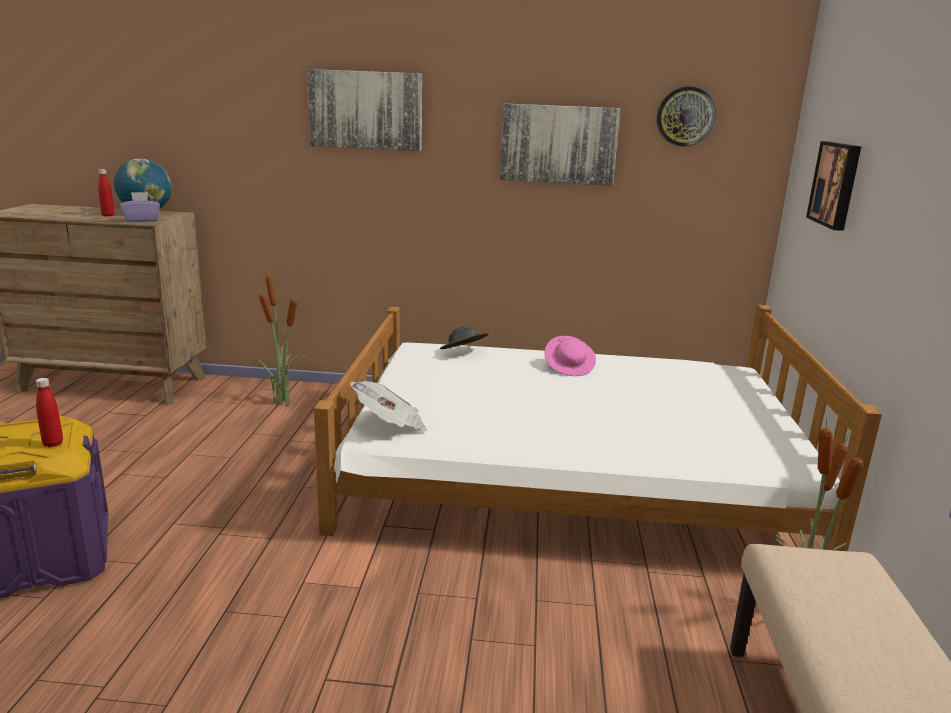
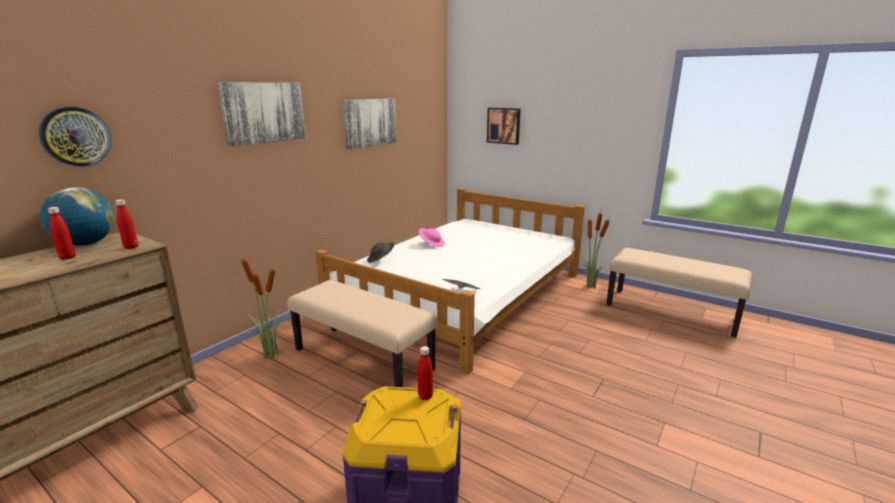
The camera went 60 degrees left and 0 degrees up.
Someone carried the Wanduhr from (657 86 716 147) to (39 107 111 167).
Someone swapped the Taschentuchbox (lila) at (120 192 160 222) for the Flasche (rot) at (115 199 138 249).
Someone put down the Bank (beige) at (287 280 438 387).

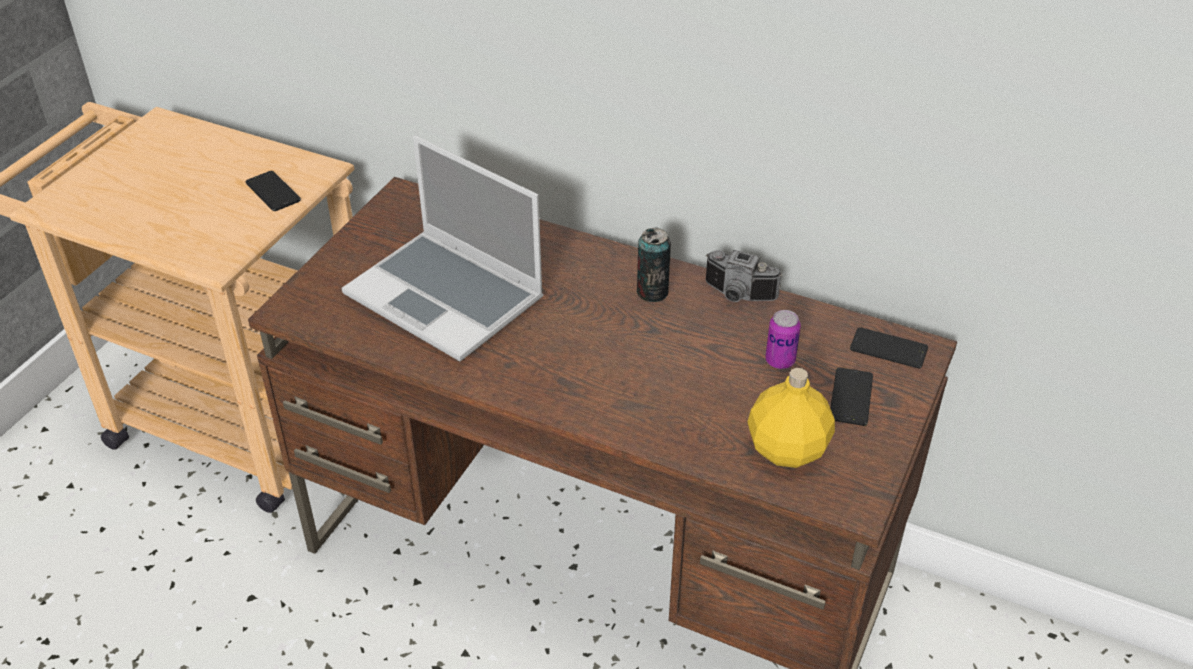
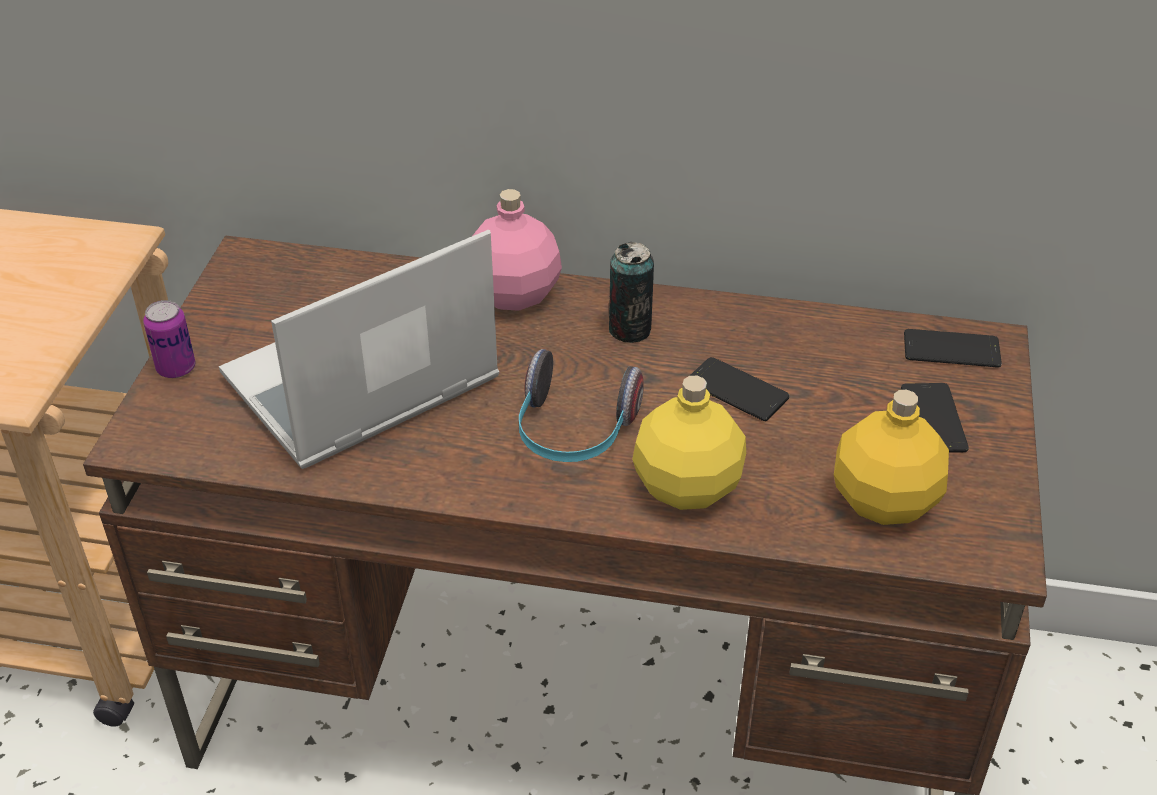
The camera went 15 degrees left and 0 degrees up.
Someone carried the Dose from (765 310 801 369) to (143 300 196 378).
Someone rotated the Laptop at (342 135 544 362) by 120 degrees clockwise.
Someone put down the Flasche (rosa) at (473 189 562 311).
Someone put down the Kopfhörer at (519 349 644 462).
Someone put down the Flasche (gelb) at (632 376 746 510).
Someone carried the Handy from (245 171 301 211) to (690 357 789 421).
Someone took away the Kamera at (706 250 783 302).

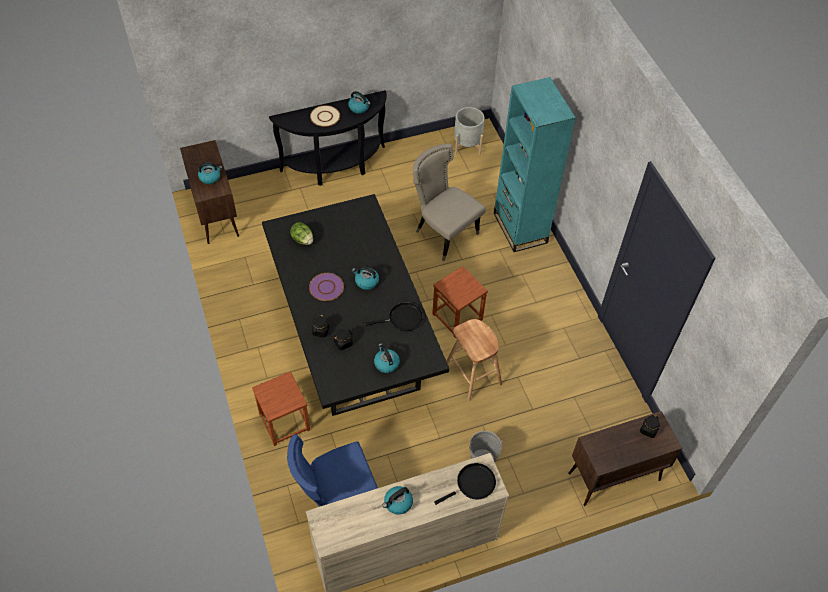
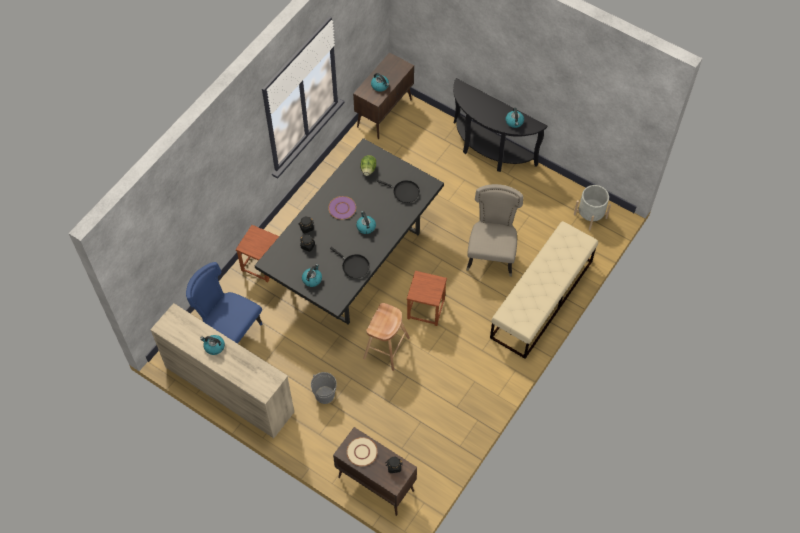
The camera went 55 degrees right and 5 degrees up.
Someone carried the Teller (beige) from (310 105 340 127) to (347 437 378 466).
Someone carried the Pfanne (schwarz) from (434 463 496 505) to (376 180 420 203).
Someone swapped the Bücherregal (türkis) at (494 77 576 252) for the Bank (beige) at (490 221 598 359).

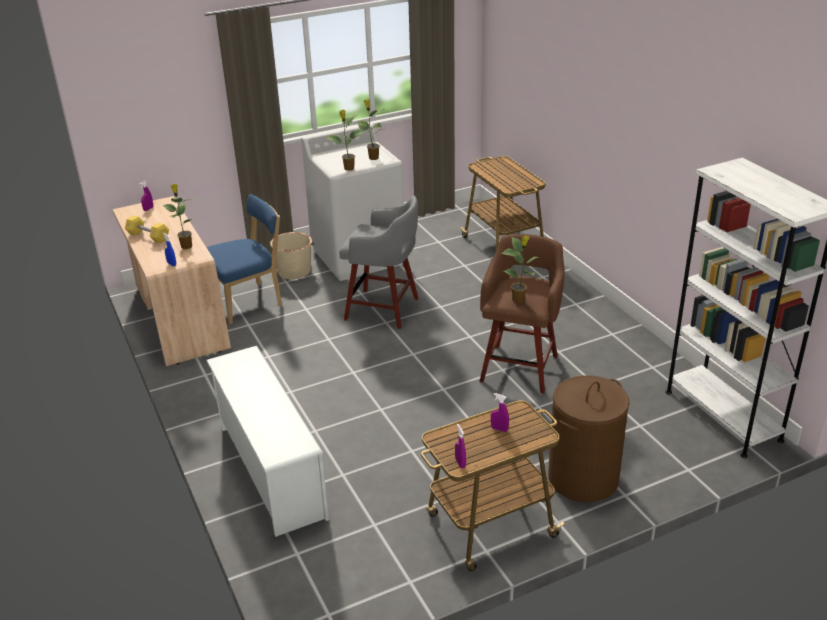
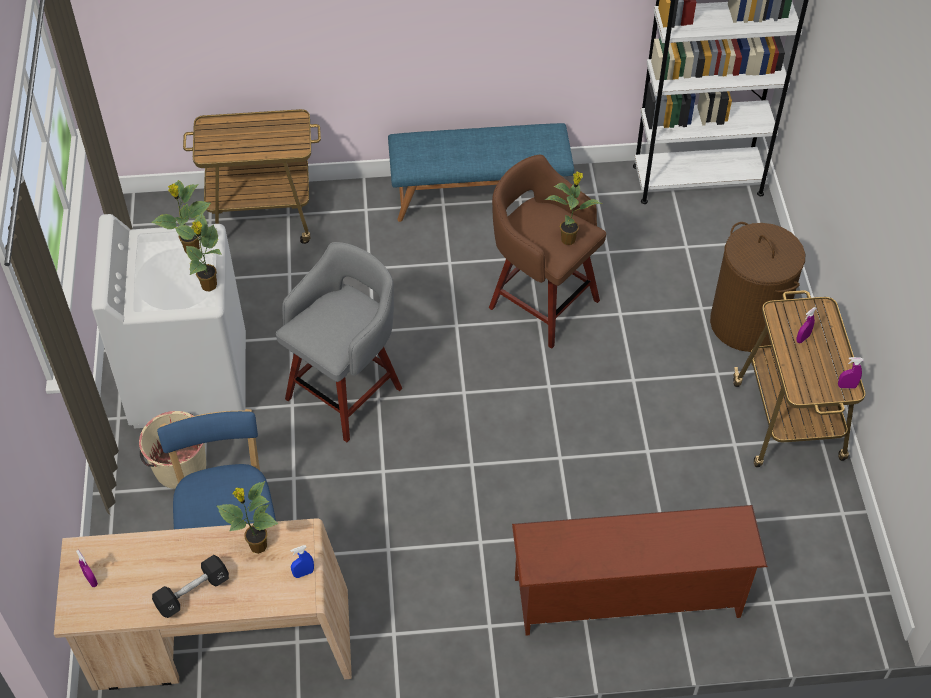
The camera went 70 degrees left and 20 degrees up.
Someone repainted the Hantel (gelb) at (125 215 169 243), which became the Hantel (schwarz) at (152 555 229 618).
Someone put down the Bank (blau) at (388 123 574 222).
Someone repainted the Schuhregal (weiß) at (206 346 329 537), which became the Schuhregal (braun) at (512 505 768 636).

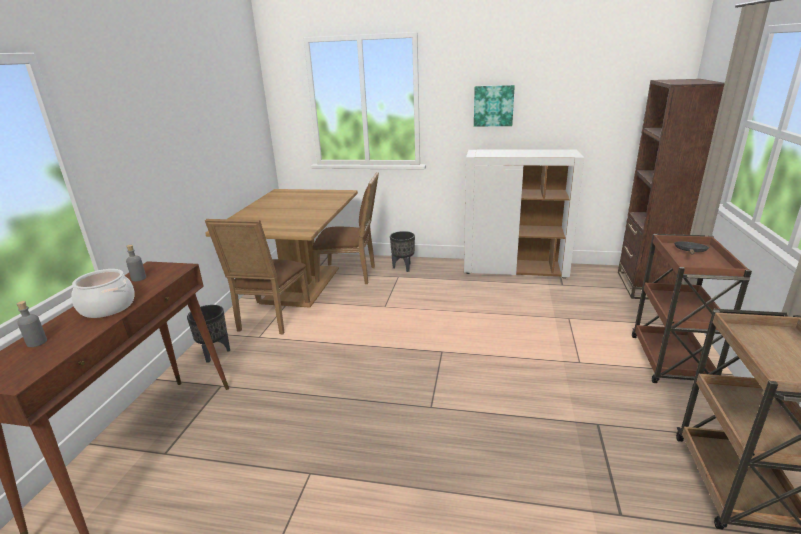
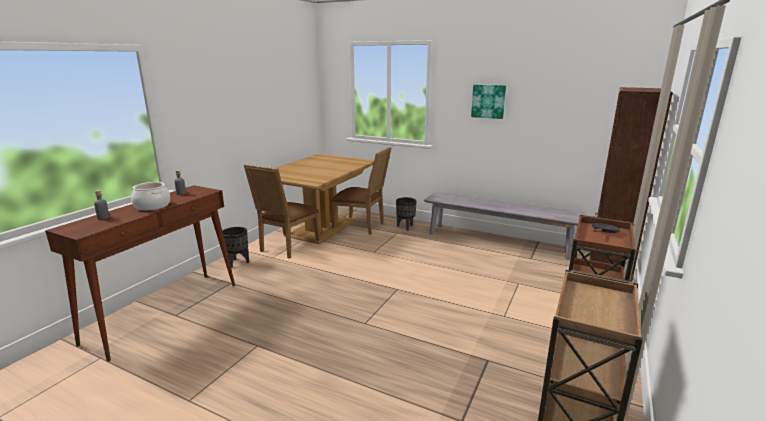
The camera went 15 degrees right and 5 degrees down.
Someone swapped the Schrank (weiß) at (464 150 584 279) for the Bank (grau) at (424 192 585 260).

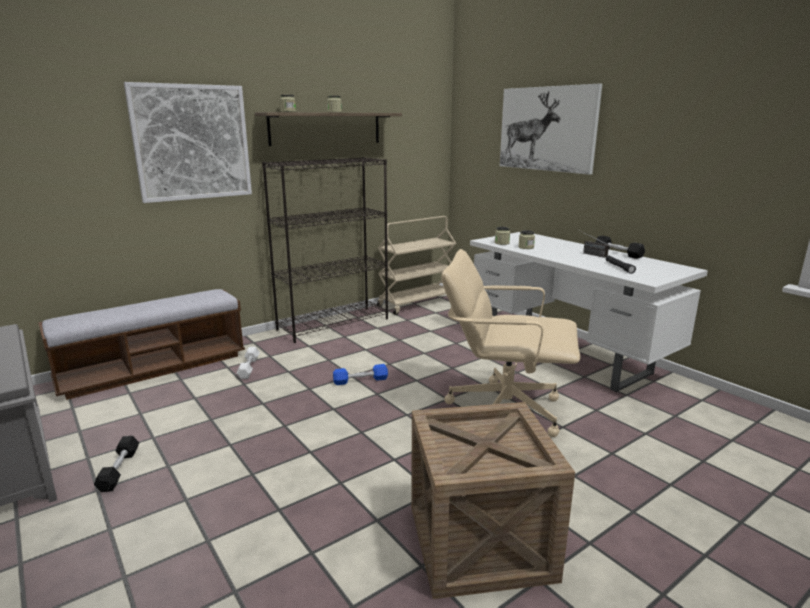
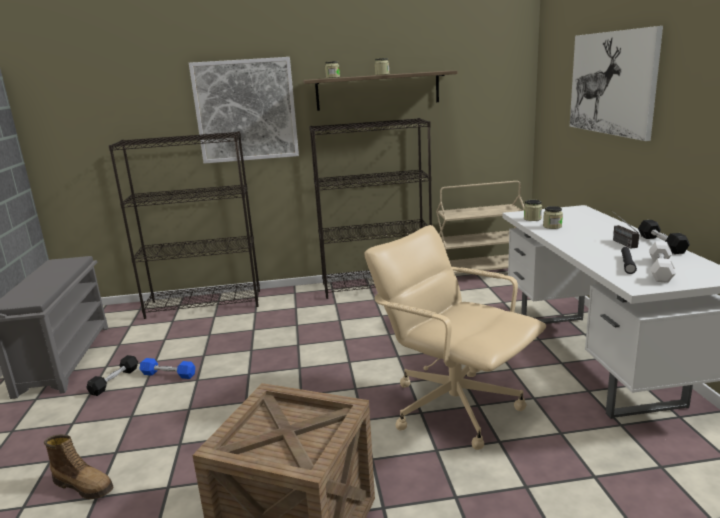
The camera went 30 degrees right and 0 degrees up.
Someone put down the Stiefel at (44 434 113 499).
Someone swapped the Bank at (38 289 245 400) for the Bücherregal (schwarz) at (109 131 260 319).
Someone carried the Hantel (blau) from (333 364 388 385) to (140 358 195 379).
Someone carried the Hantel (weiß) from (236 347 260 379) to (649 241 676 283).

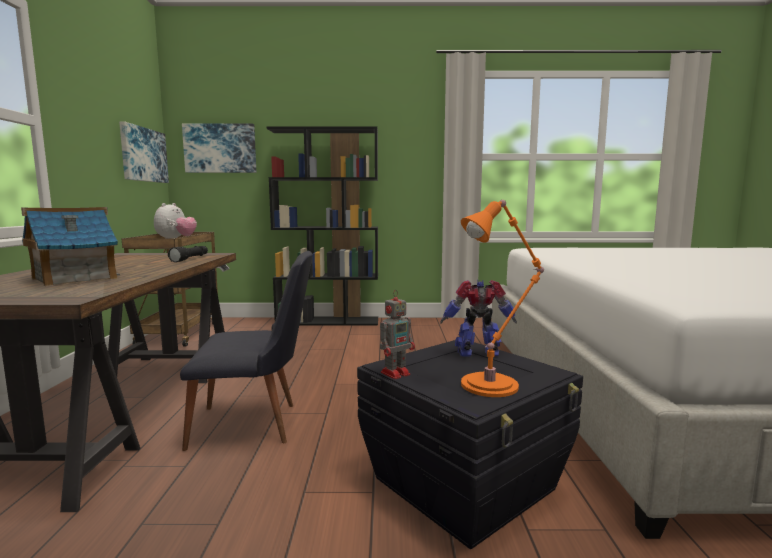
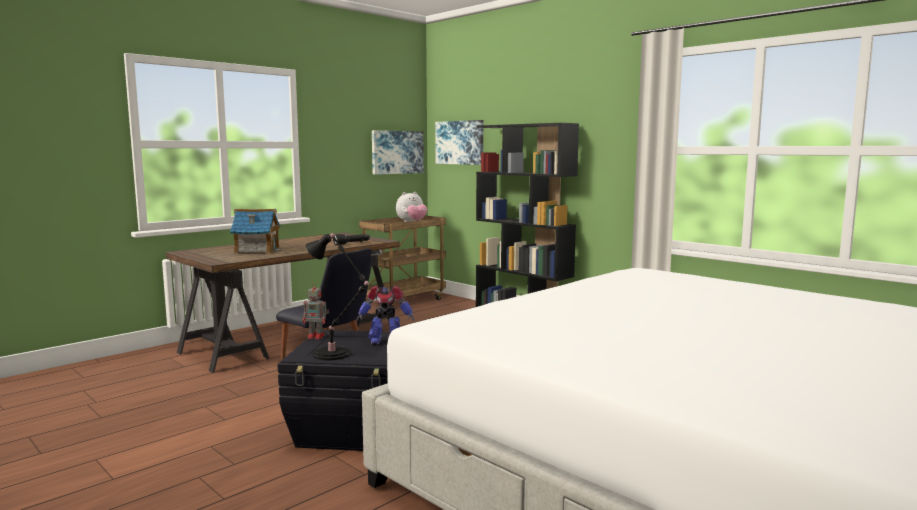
The camera went 45 degrees right and 0 degrees up.
Someone repainted the Tischlampe (orange) at (461 200 544 397), which became the Tischlampe (schwarz) at (306 233 370 360).
Someone rotated the Spielzeugroboter at (440 280 517 356) by 135 degrees clockwise.

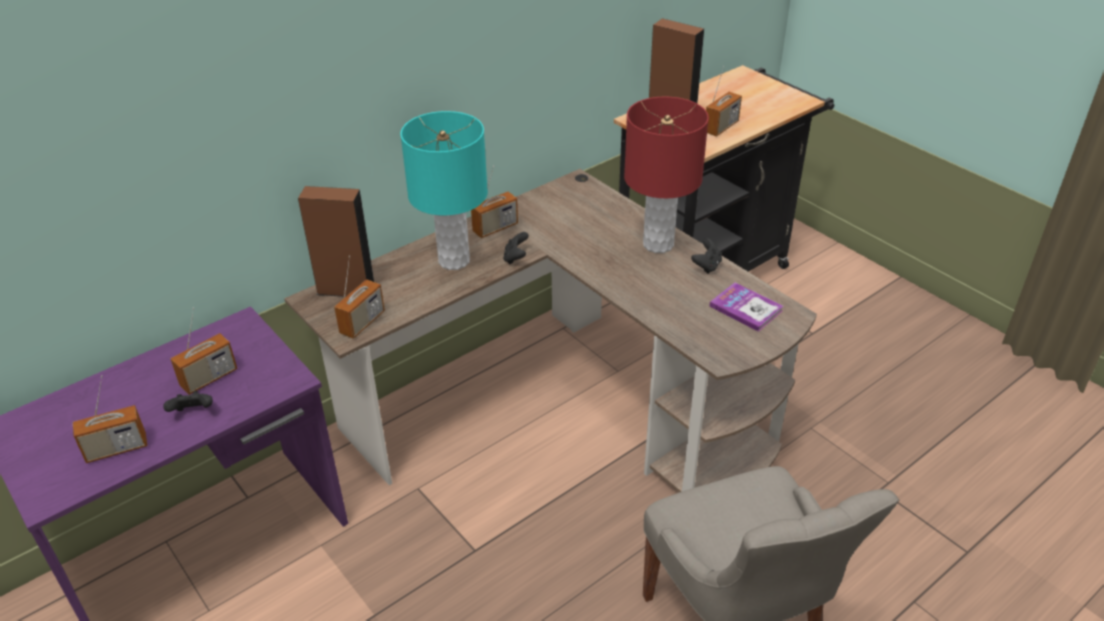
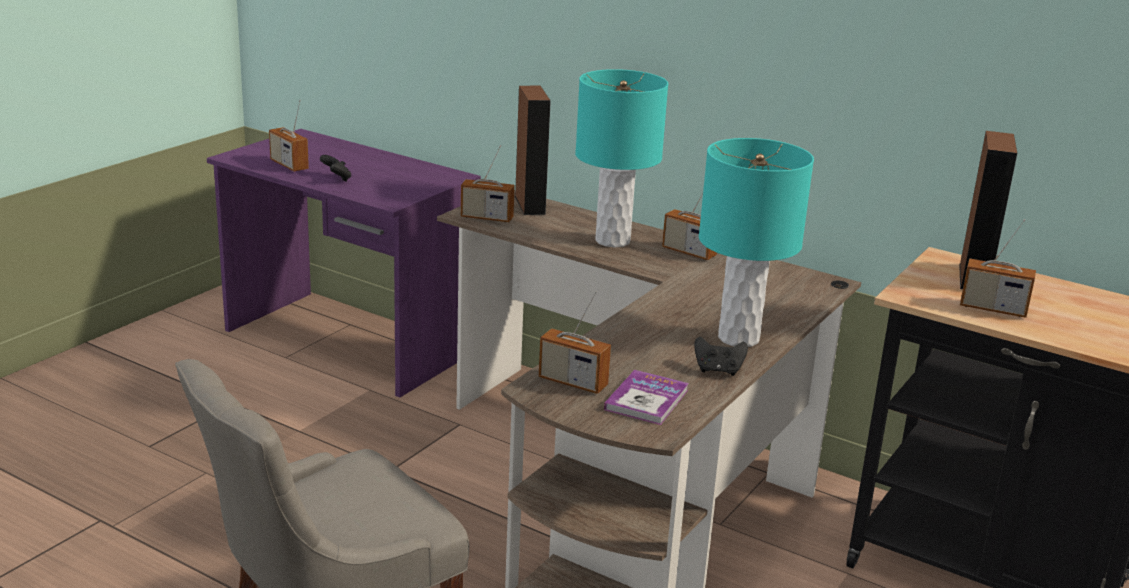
The camera went 70 degrees right and 15 degrees down.
Someone carried the Radio from (170 307 237 395) to (539 291 611 394).
Someone repainted the Tischlampe (rot) at (624 97 709 253), which became the Tischlampe (türkis) at (699 138 814 347).
Someone took away the Gamepad (schwarz) at (503 232 529 264).

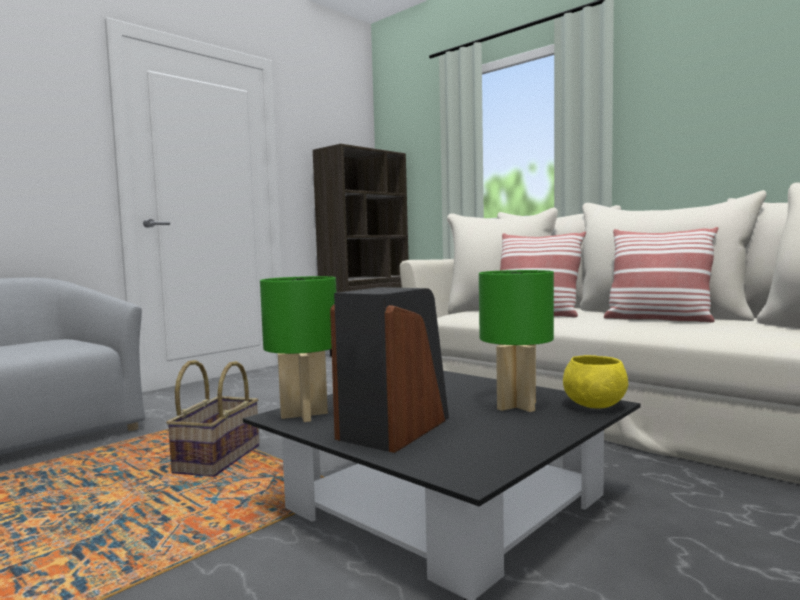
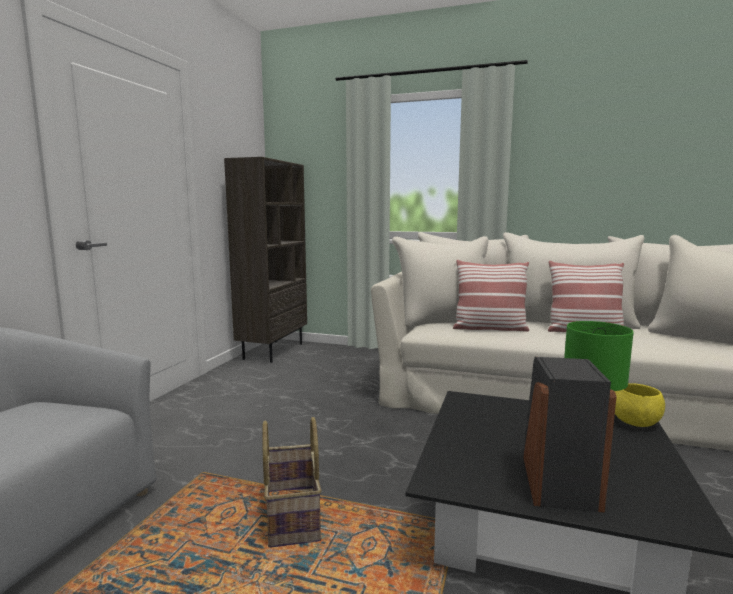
The camera went 25 degrees left and 5 degrees up.
Someone took away the Tischlampe (grün) at (260 276 337 422).

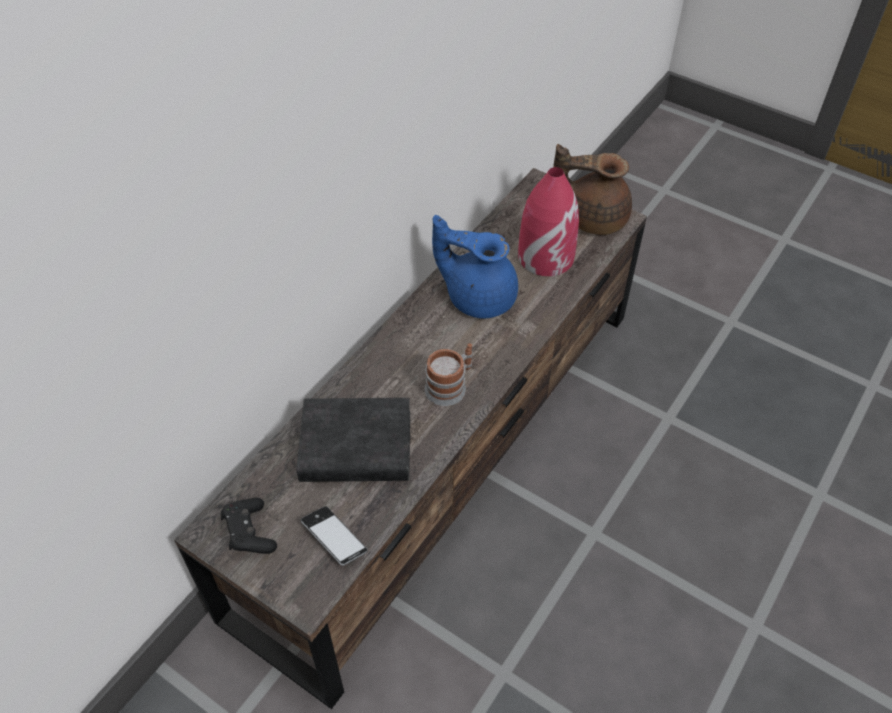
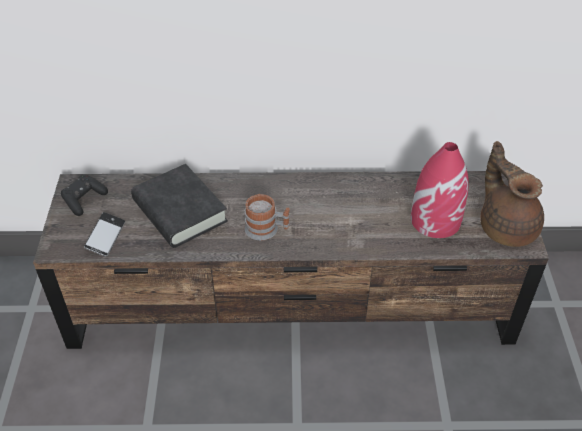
The camera went 55 degrees right and 5 degrees down.
Someone took away the Teekanne (blau) at (432 215 518 319).

